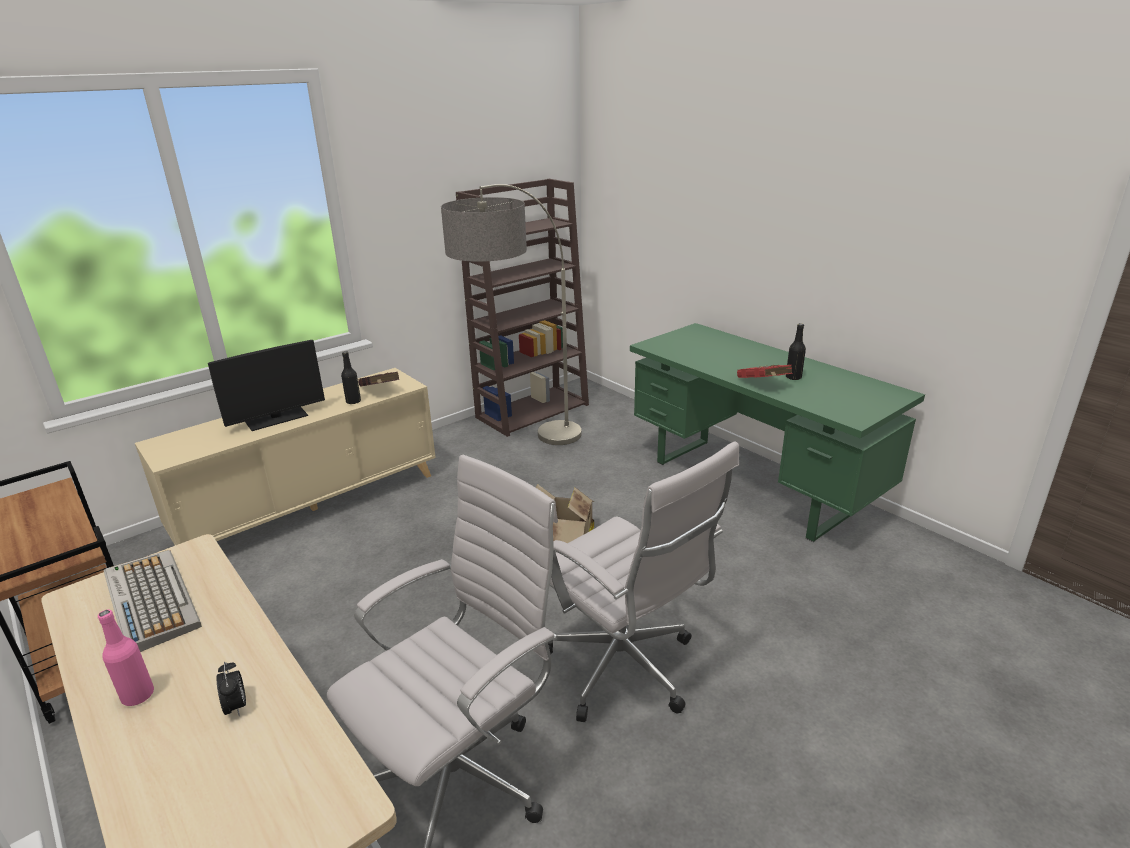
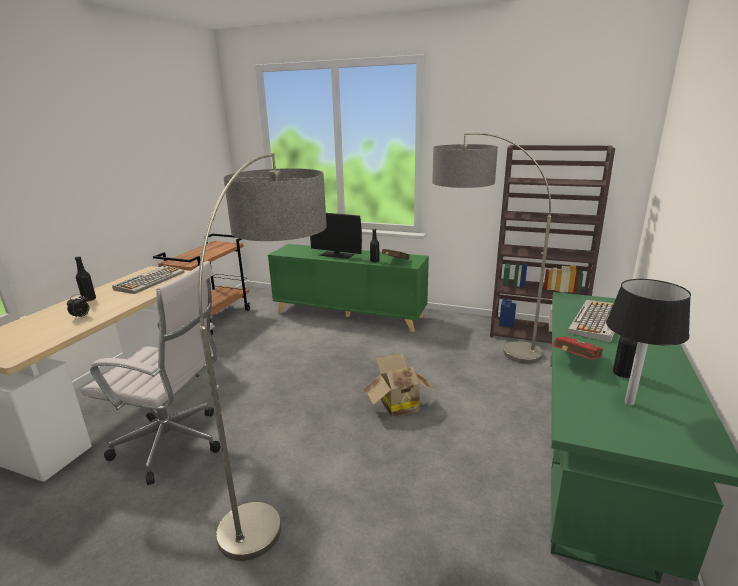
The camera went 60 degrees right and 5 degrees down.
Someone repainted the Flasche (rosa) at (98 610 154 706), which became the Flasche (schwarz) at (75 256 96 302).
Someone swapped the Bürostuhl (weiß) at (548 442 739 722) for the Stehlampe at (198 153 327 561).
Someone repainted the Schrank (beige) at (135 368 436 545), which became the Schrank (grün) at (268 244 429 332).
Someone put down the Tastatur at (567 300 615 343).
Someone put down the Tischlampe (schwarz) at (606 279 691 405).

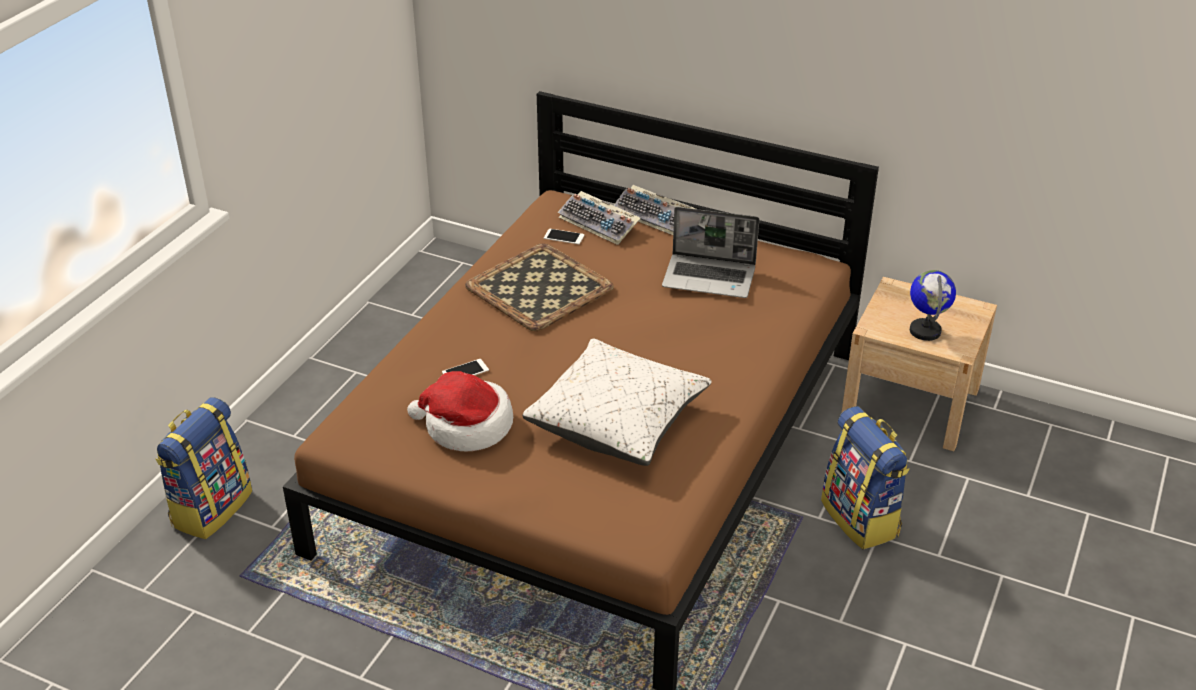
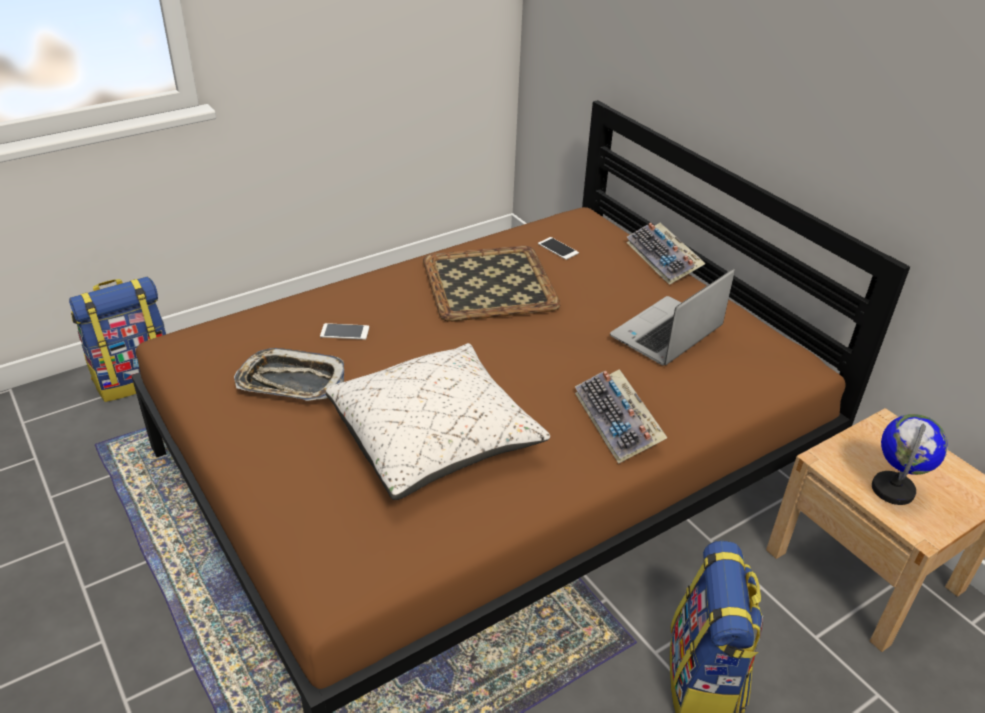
The camera went 30 degrees right and 0 degrees up.
Someone swapped the Hut at (407 371 513 451) for the Tablett at (234 348 344 401).
Someone carried the Tastatur from (558 191 640 245) to (575 369 667 463).
Someone rotated the Laptop at (662 207 759 298) by 90 degrees clockwise.

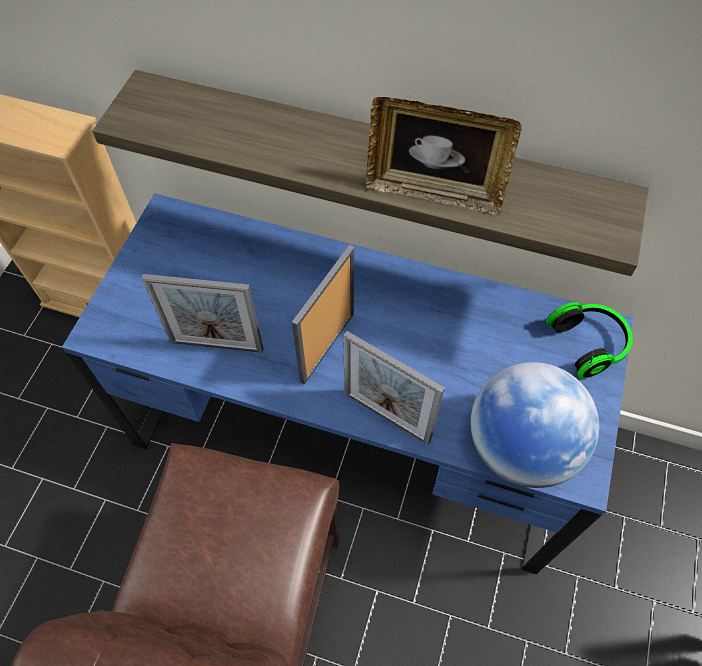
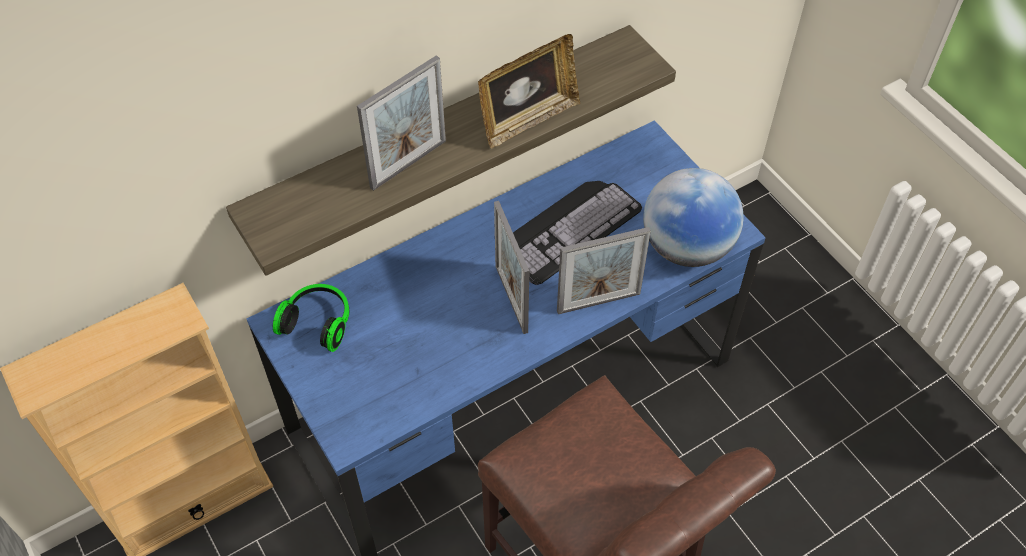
The camera went 50 degrees left and 5 degrees down.
Someone carried the Kopfhörer from (546 302 633 379) to (273 284 349 352).
Someone carried the Bilderrahmen from (142 274 263 353) to (357 55 446 191).
Someone put down the Tastatur at (513 181 642 285).

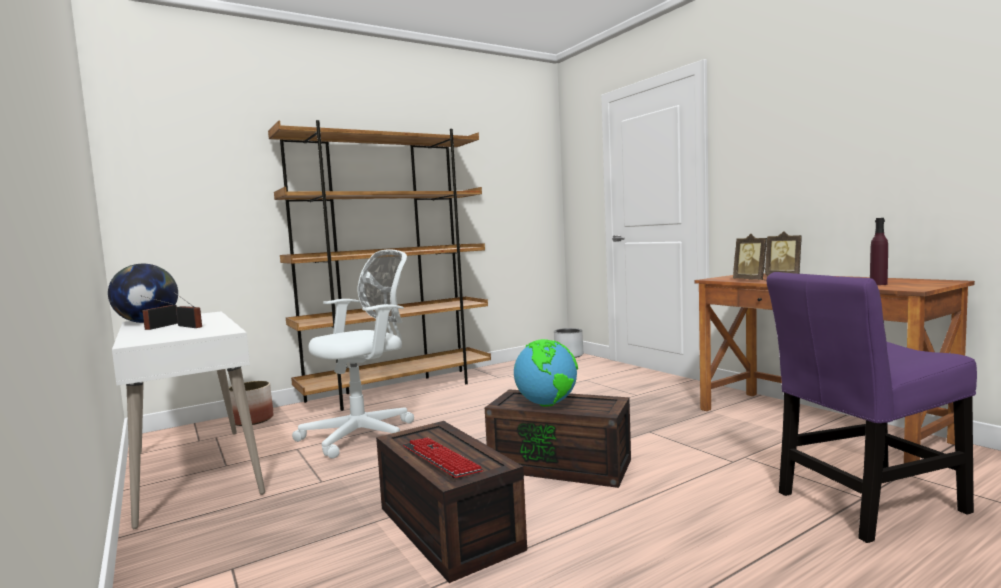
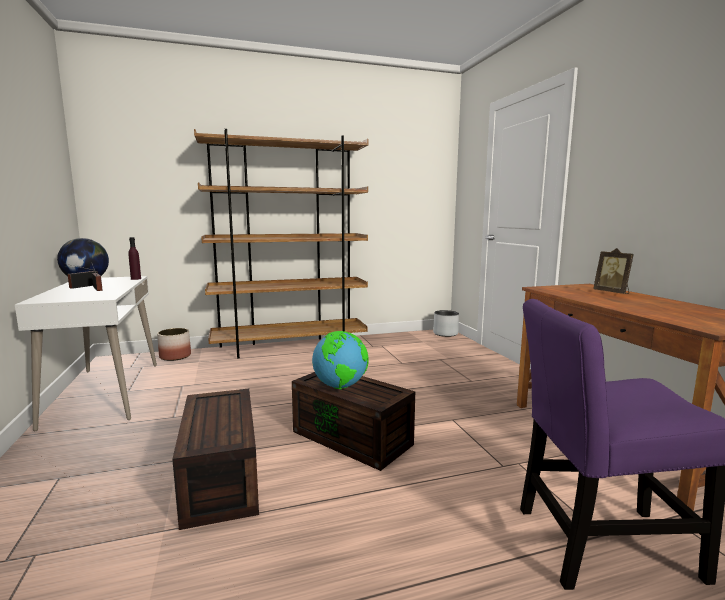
The camera went 15 degrees right and 5 degrees up.
Someone carried the Flasche (lila) from (870 218 888 285) to (128 237 141 280).
Someone took away the Bürostuhl (weiß) at (292 249 414 459).
Someone took away the Tastatur at (403 437 484 478).
Someone took away the Bilderrahmen at (733 234 768 280).

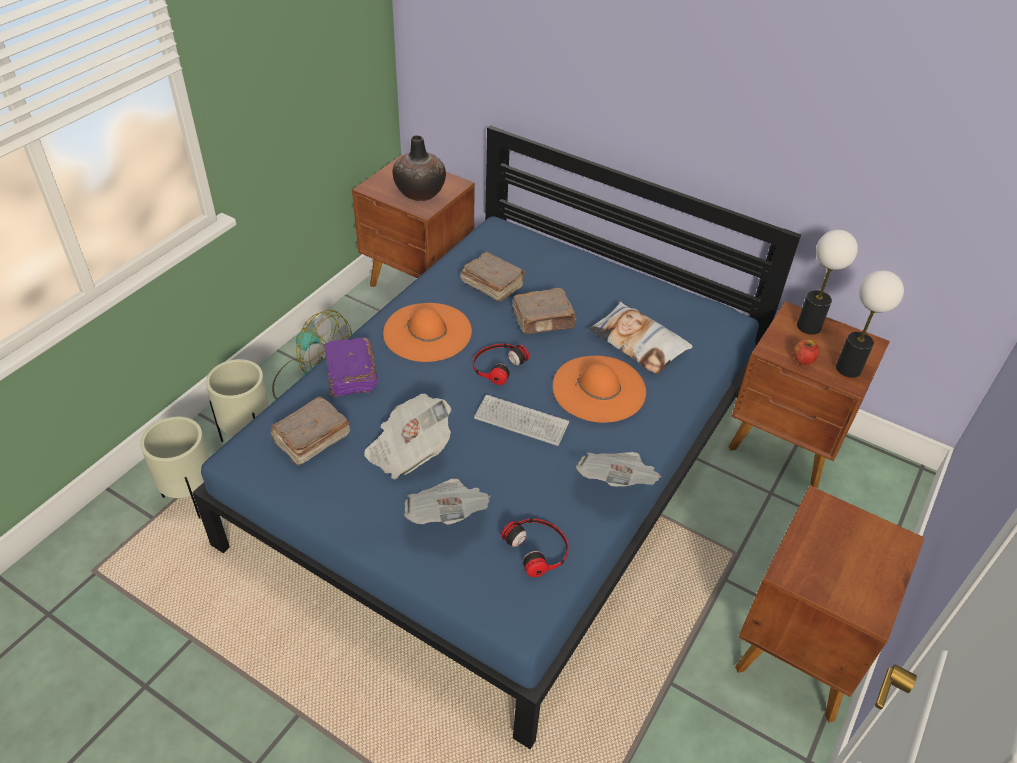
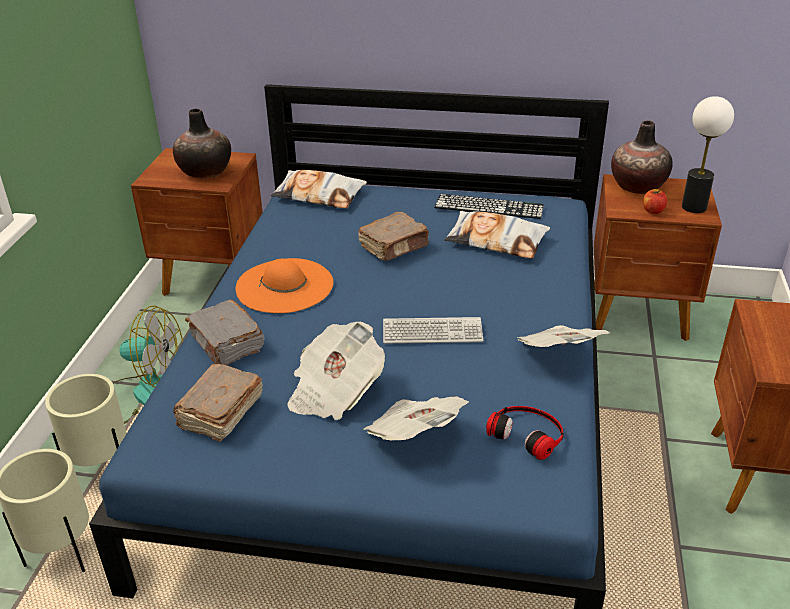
The camera went 20 degrees left and 10 degrees down.
Someone repainted the Buch (lila) at (323 337 378 397), which became the Buch (grau) at (185 300 264 365).
Someone put down the Kissen at (271 170 367 208).
Someone put down the Tastatur at (435 194 544 219).
Someone swapped the Tischlampe at (797 230 858 335) for the Vase at (611 121 673 194).
Someone took away the Buch (braun) at (461 252 526 301).
Someone took away the Kopfhörer at (473 343 529 385).
Someone took away the Hut (orange) at (553 356 646 423).

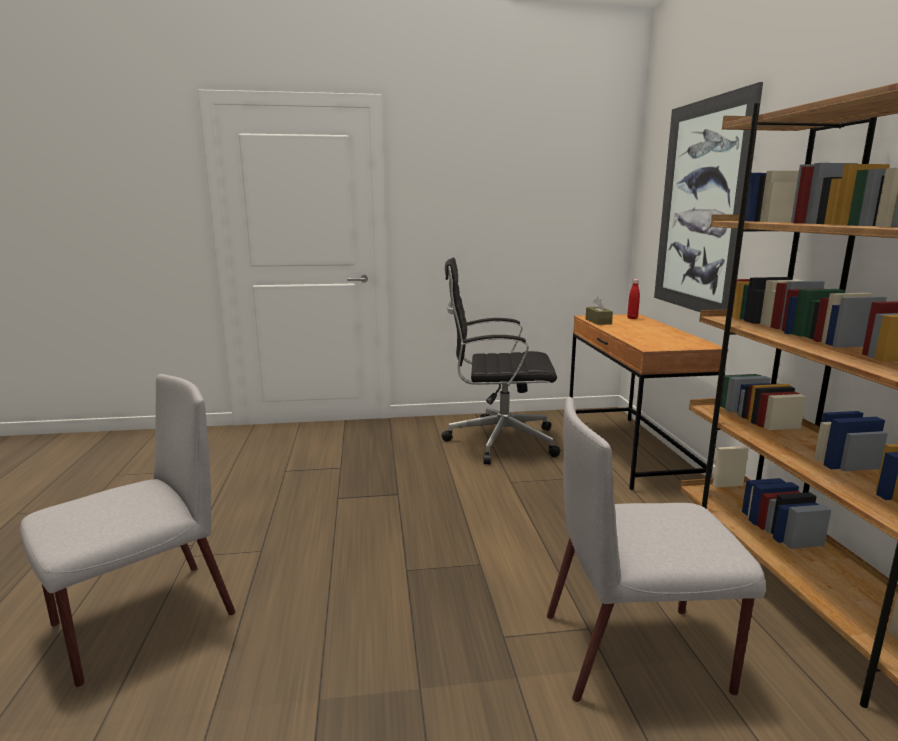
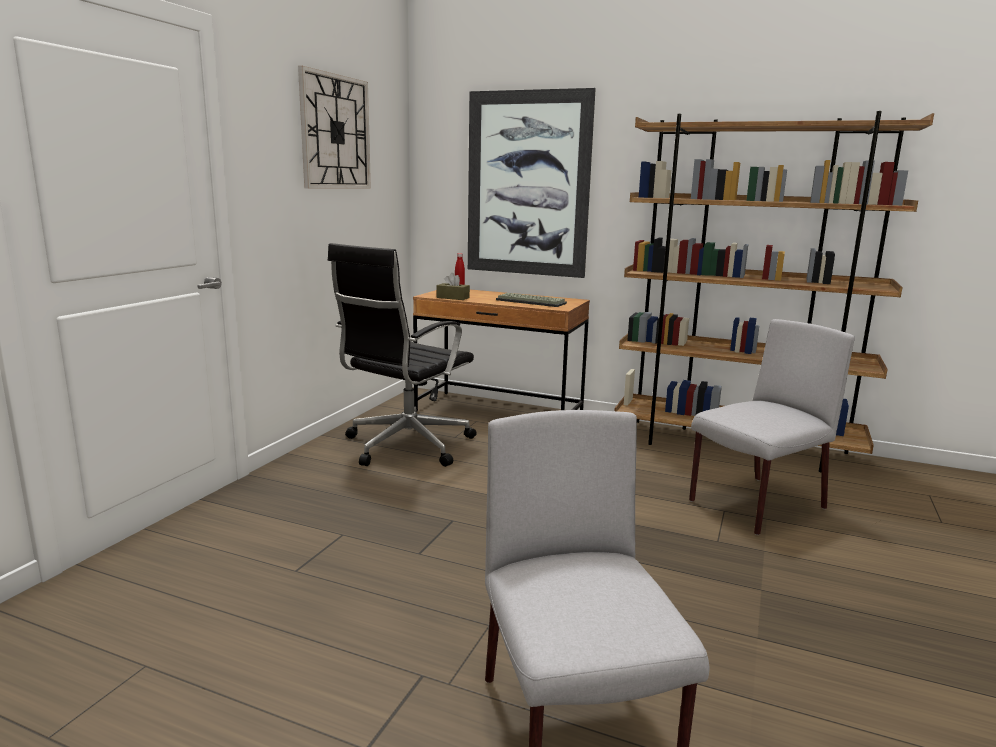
The camera went 60 degrees left and 0 degrees up.
Someone put up the Wanduhr at (298 66 371 189).
Someone put down the Tastatur at (496 293 567 307).
Someone rotated the Stuhl (grau) at (547 397 766 702) by 150 degrees counterclockwise.

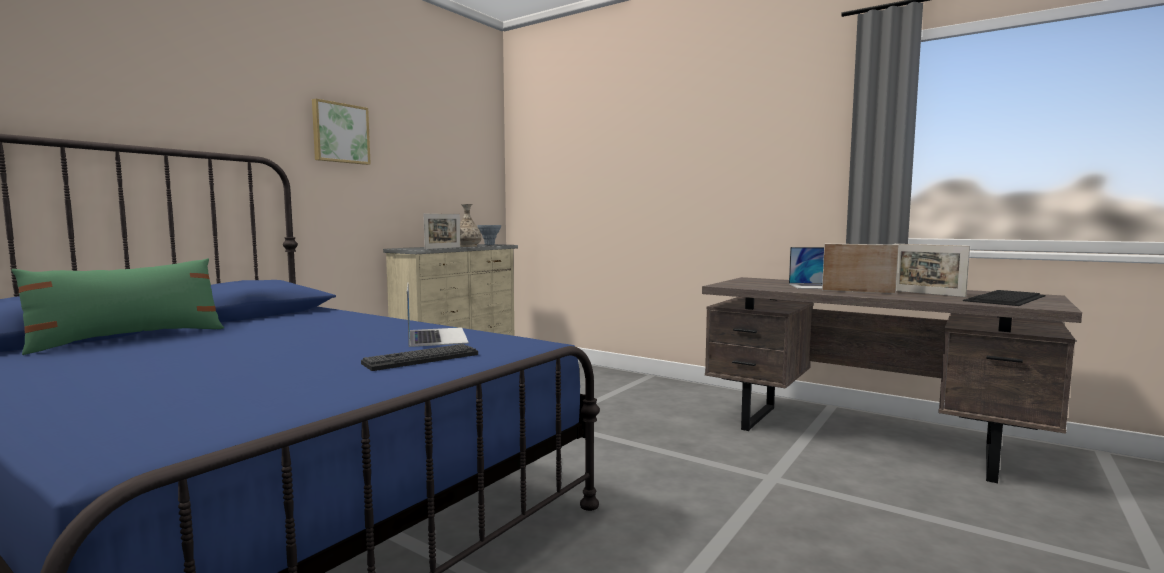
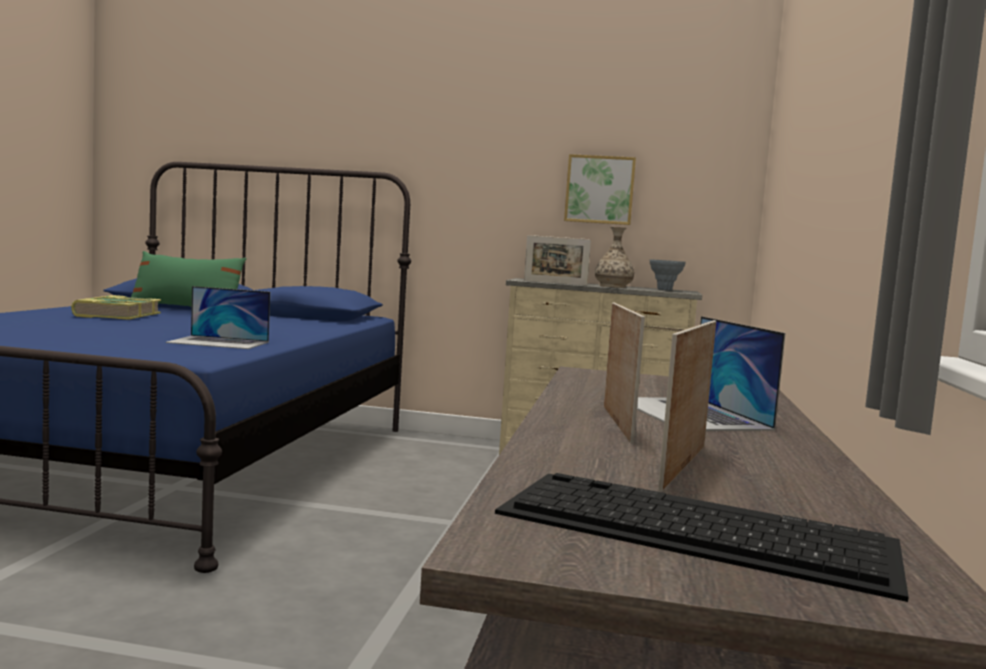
The camera went 65 degrees right and 0 degrees up.
Someone put down the Buch at (71 295 161 320).
Someone rotated the Laptop at (407 284 469 347) by 45 degrees clockwise.
Someone carried the Bild from (312 99 371 165) to (564 154 636 225).
Someone took away the Tastatur at (361 344 478 371).

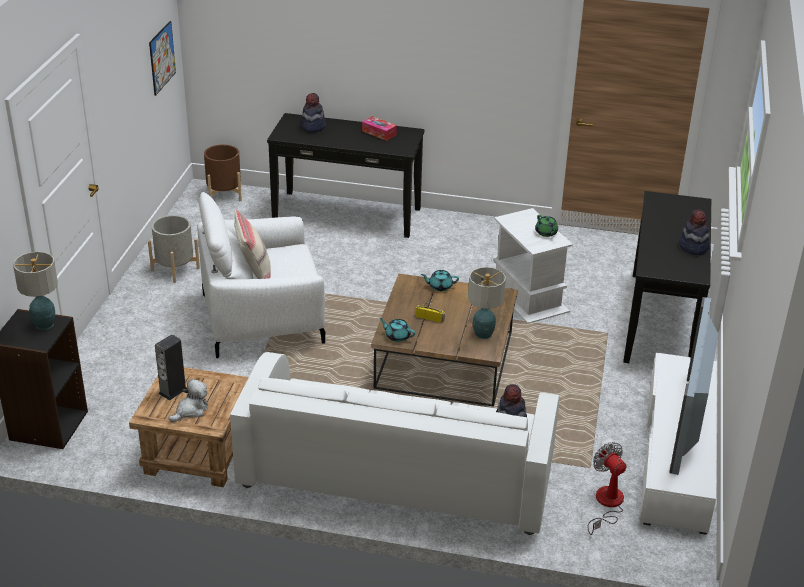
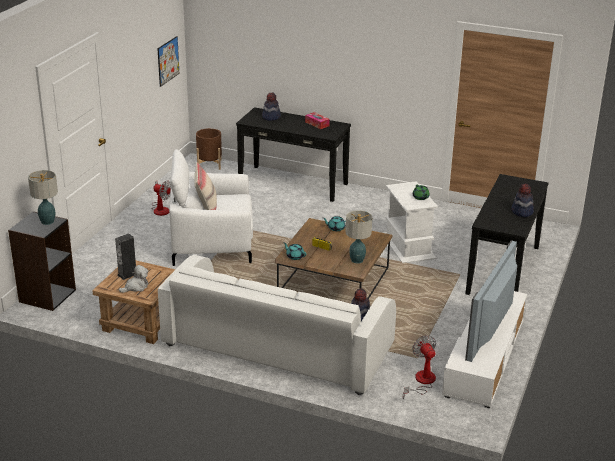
The camera went 10 degrees right and 5 degrees down.
Someone swapped the Pflanzkübel (grau) at (148 215 200 283) for the Ventilator at (151 181 171 216).

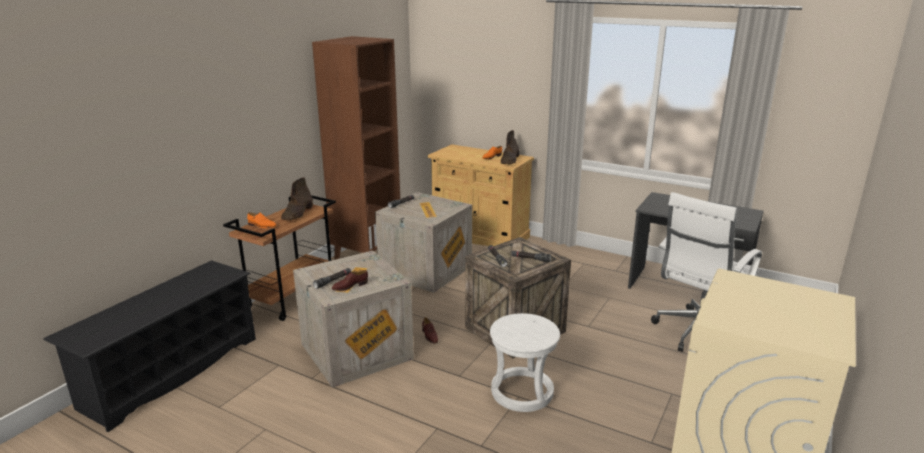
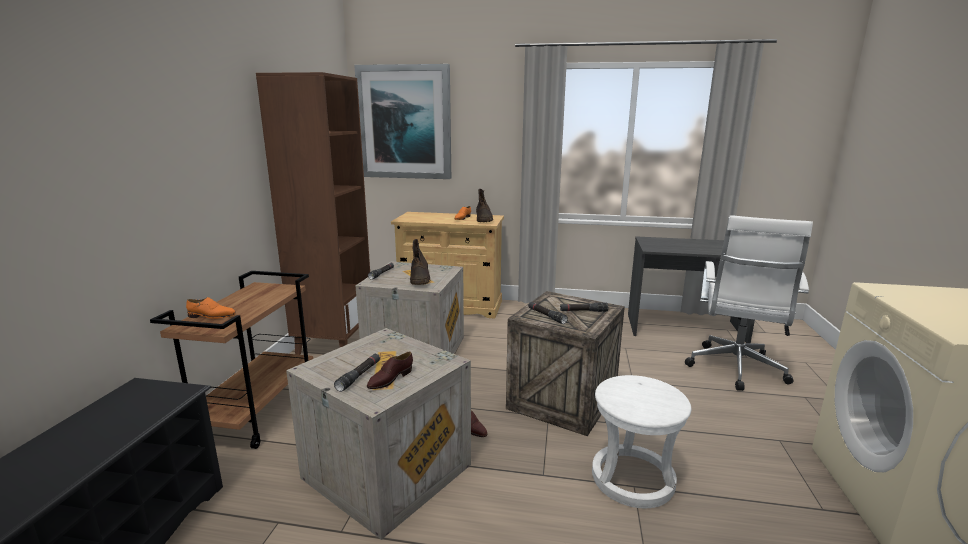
The camera went 20 degrees left and 5 degrees down.
Someone put up the Bild at (354 64 451 179).
Someone carried the Stiefel (braun) from (281 177 313 220) to (410 239 430 285).

